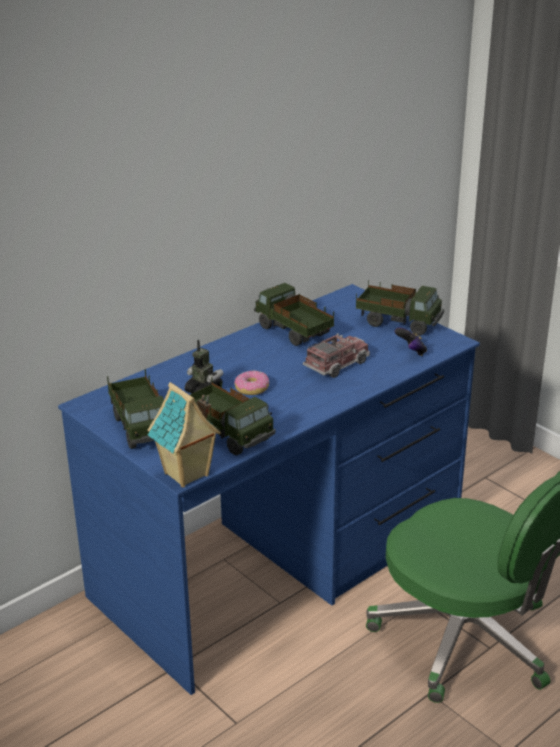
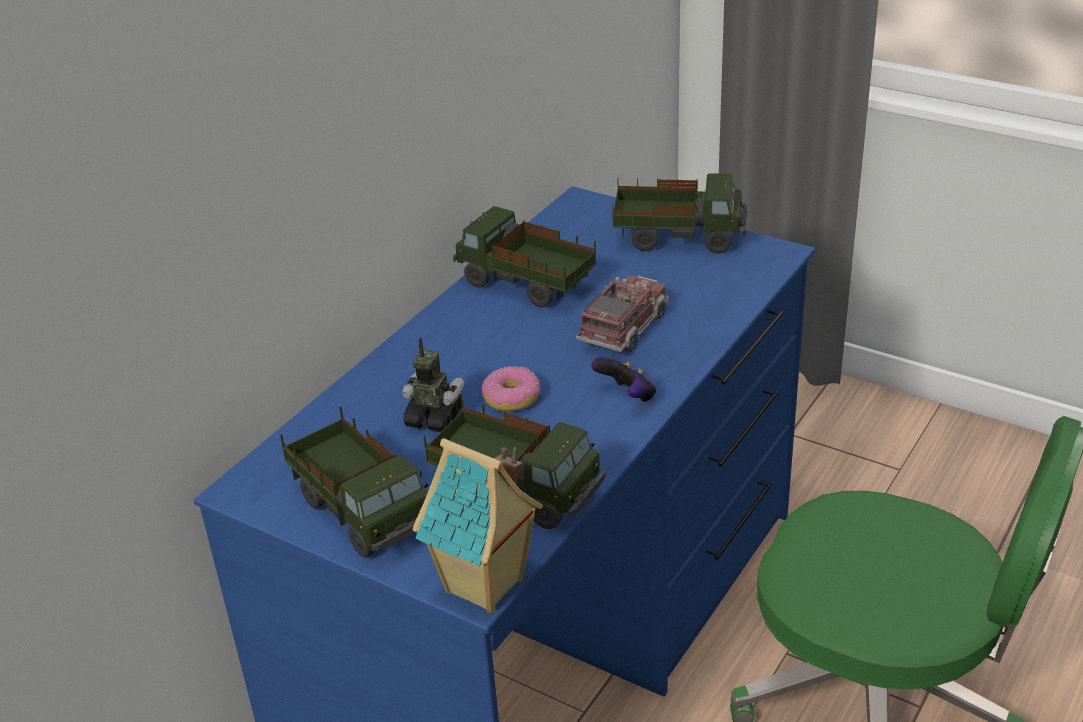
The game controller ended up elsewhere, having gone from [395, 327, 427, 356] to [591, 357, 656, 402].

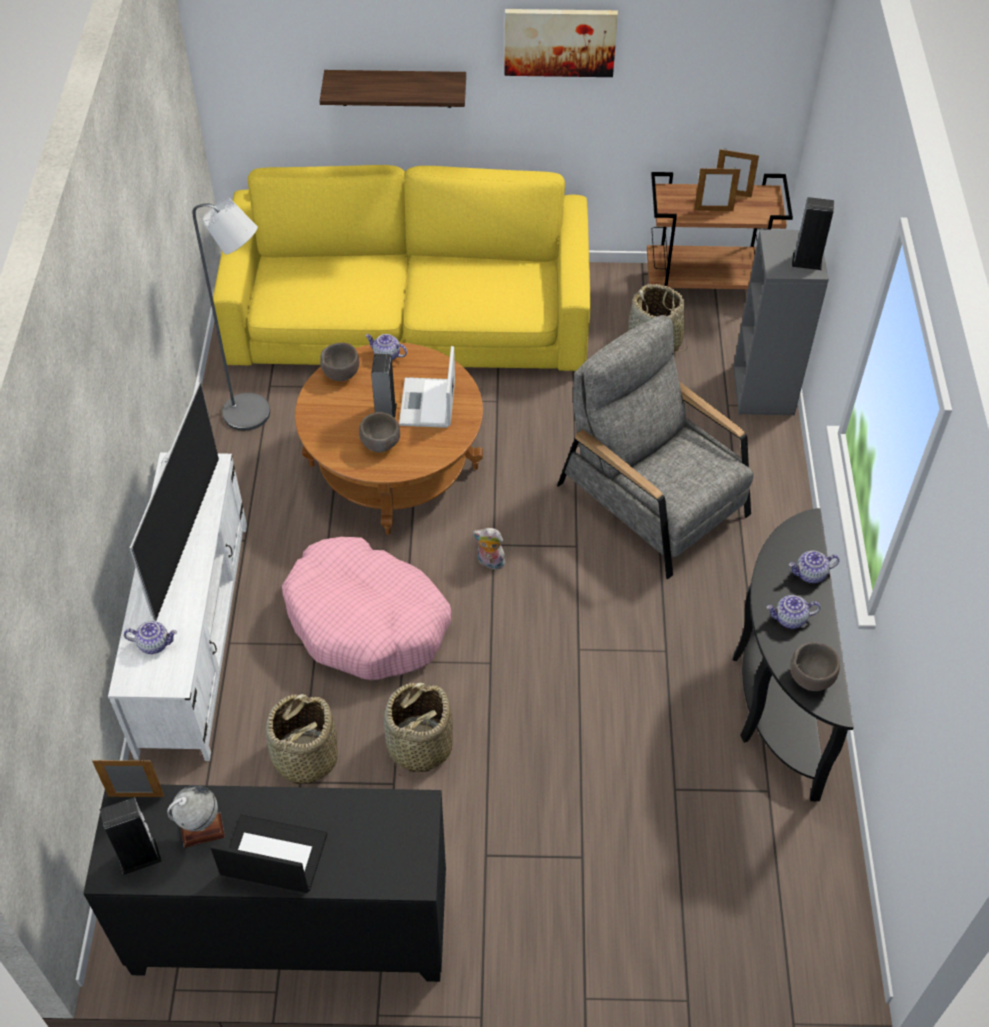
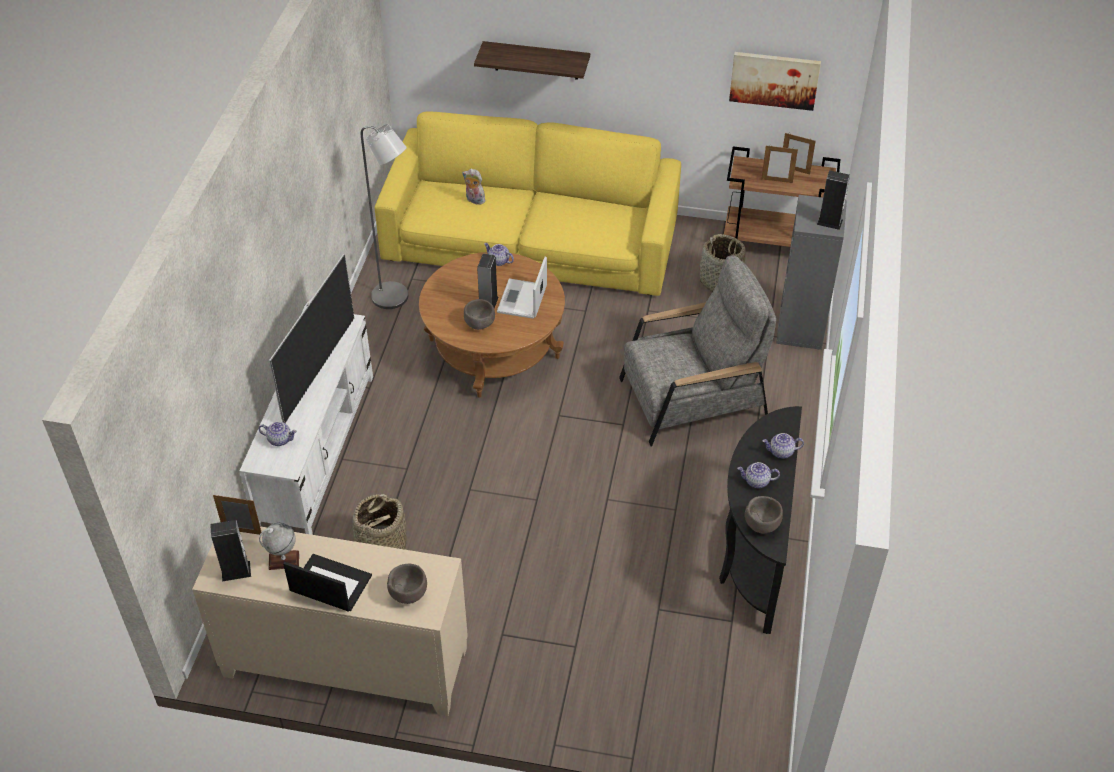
The picture ended up elsewhere, having gone from [504, 9, 618, 77] to [729, 52, 821, 111].
The grey armchair at [557, 315, 754, 580] ended up facing another way, 105 degrees clockwise from before.
The brown bowl ended up elsewhere, having gone from [320, 343, 359, 381] to [387, 564, 427, 604].
The plush toy ended up elsewhere, having gone from [473, 528, 507, 570] to [462, 169, 485, 205].
The second view lost the pink dog bed at [282, 537, 451, 680].
The second view lost the basket at [384, 682, 453, 776].
What was the black cabinet at [83, 785, 446, 982] turned into the beige cabinet at [192, 527, 468, 716].

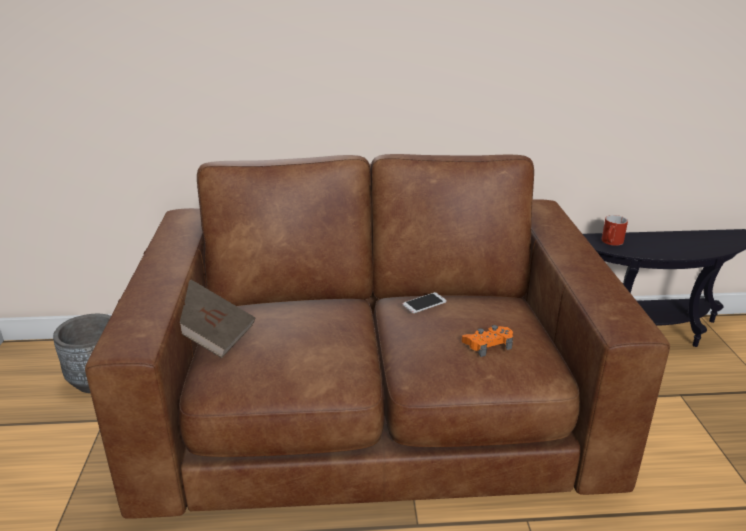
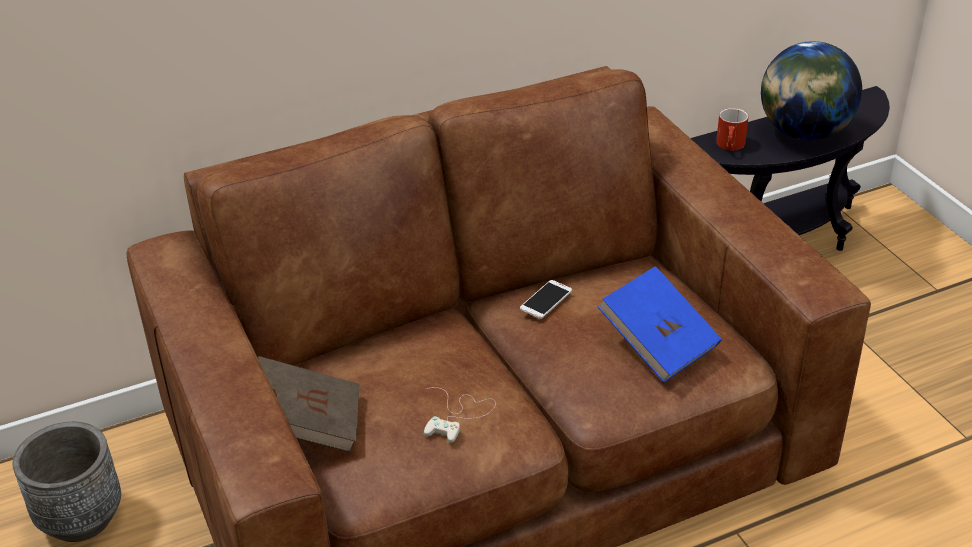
Where the orange game controller stood at [462, 325, 513, 357], the blue book came to stand at [598, 266, 722, 383].
The second view gained the globe at [761, 41, 862, 141].
The second view gained the white game controller at [424, 387, 496, 443].

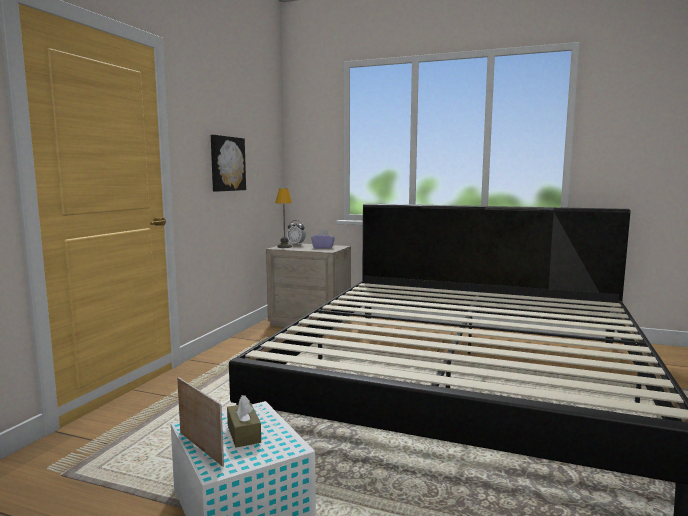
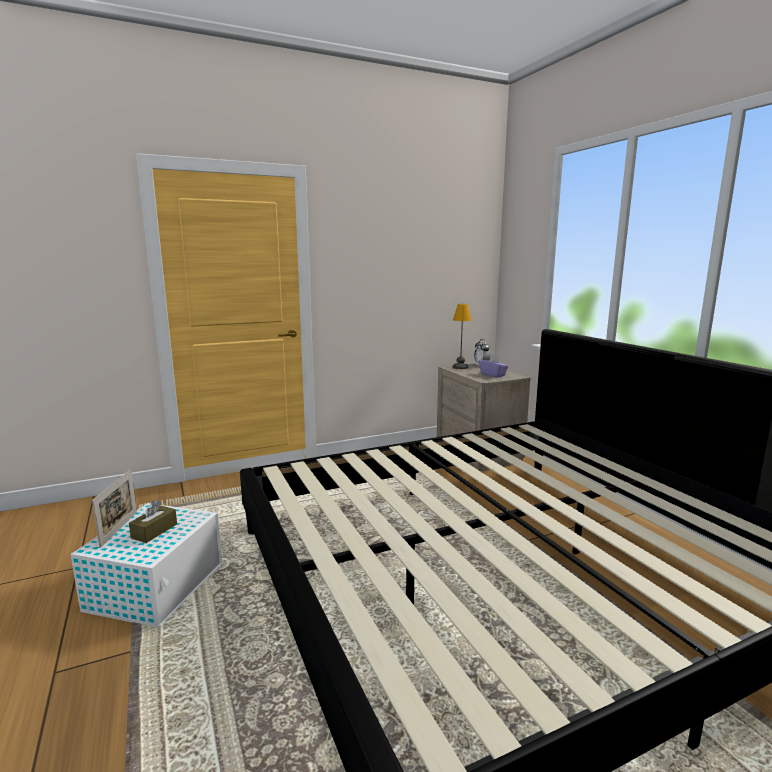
The second view lost the picture at [211, 135, 246, 192].

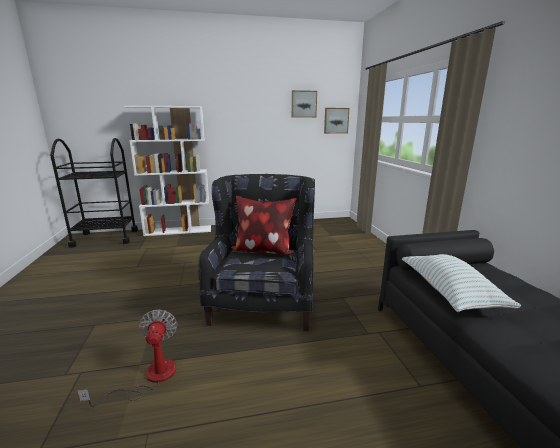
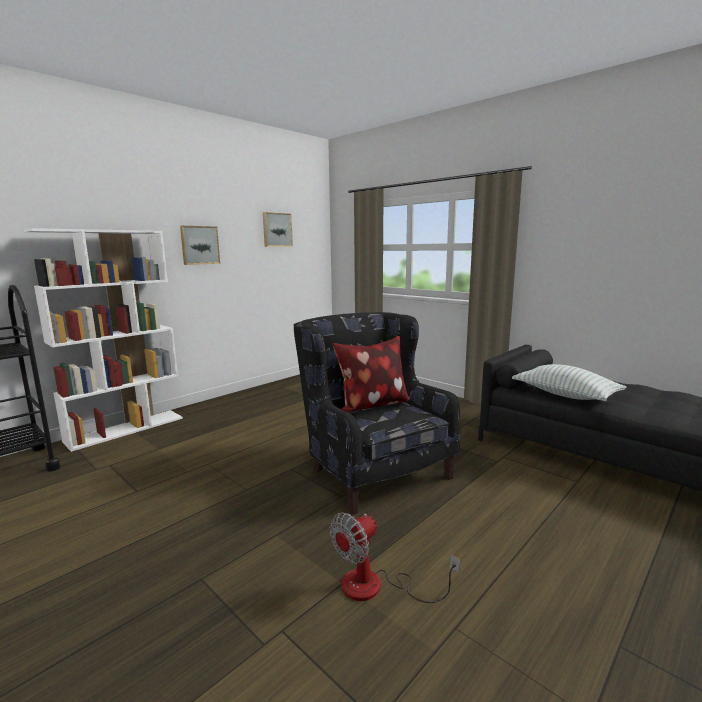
The picture ended up elsewhere, having gone from [324, 108, 350, 134] to [180, 226, 220, 265].
The fan at [78, 309, 177, 407] ended up facing another way, 90 degrees counterclockwise from before.

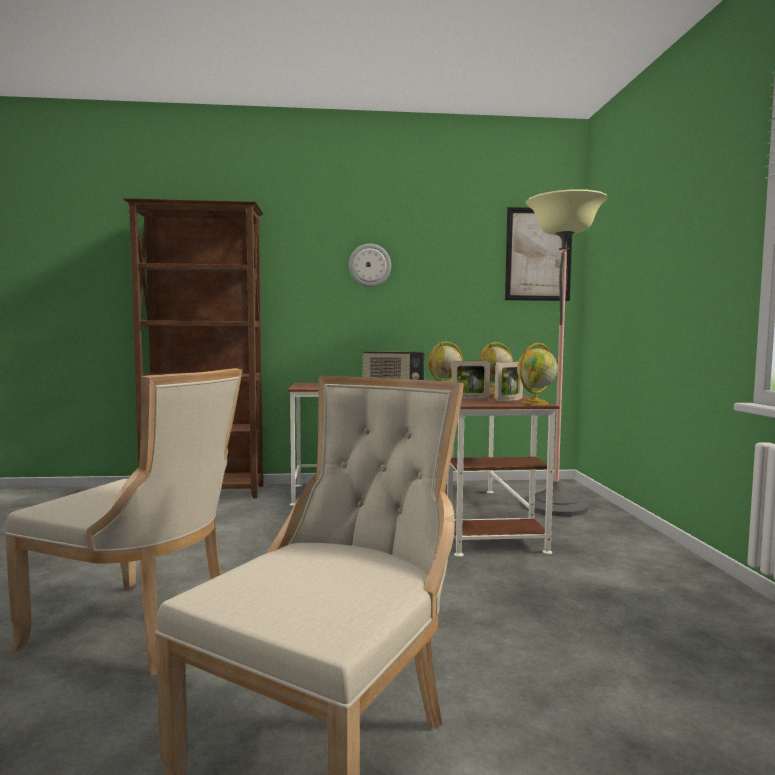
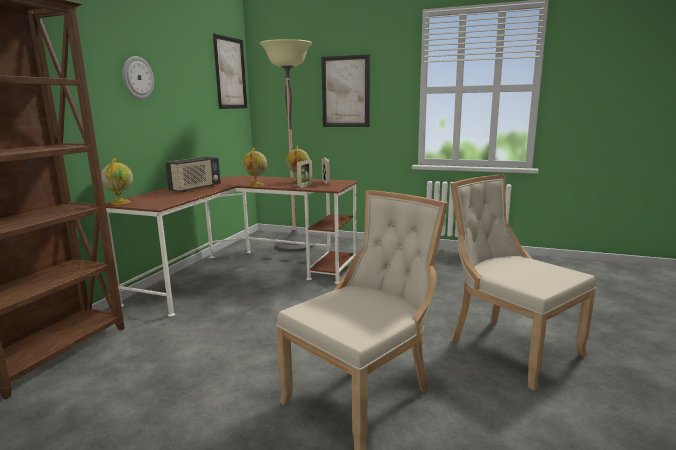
The globe ended up elsewhere, having gone from [517, 343, 558, 405] to [101, 158, 133, 205].
The second view gained the picture at [321, 54, 370, 127].

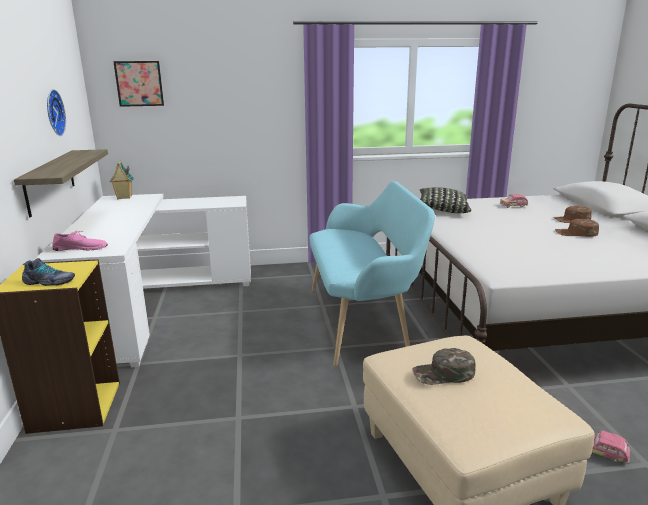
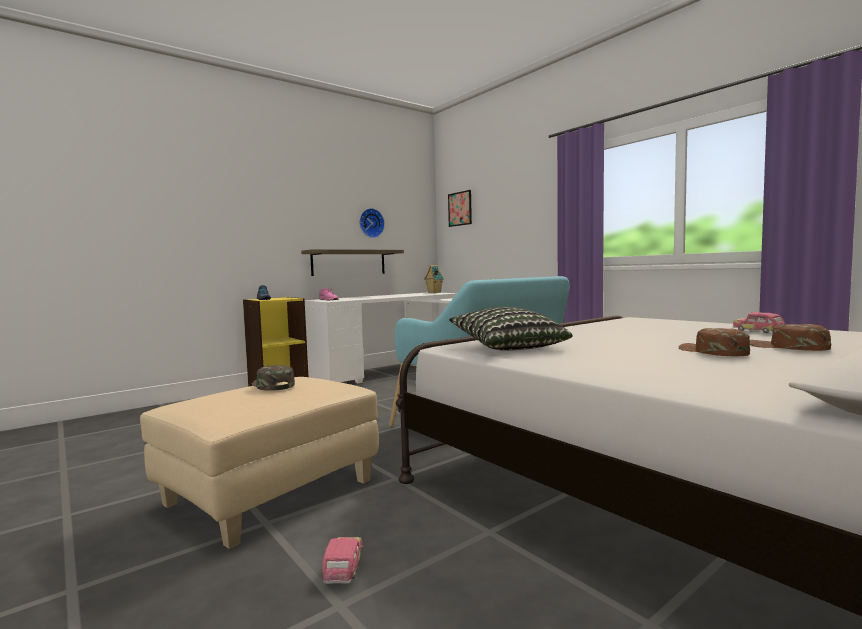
The pillow ended up elsewhere, having gone from [420, 187, 471, 213] to [449, 307, 572, 351].

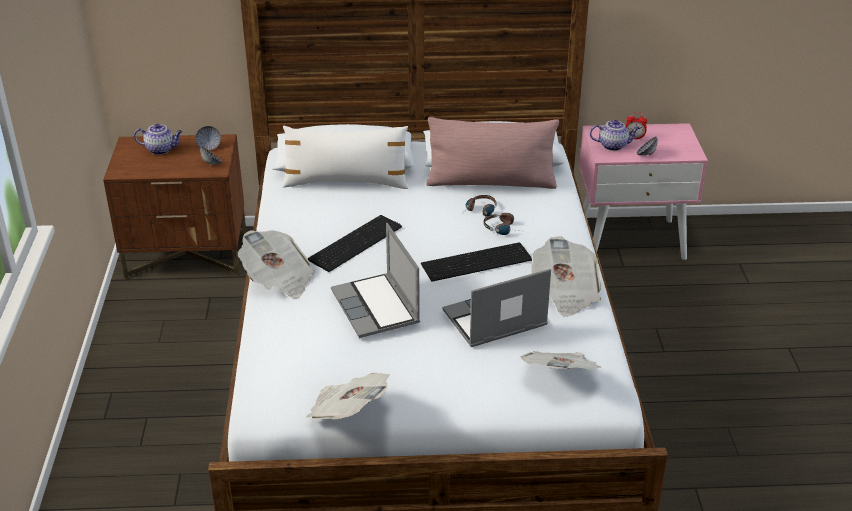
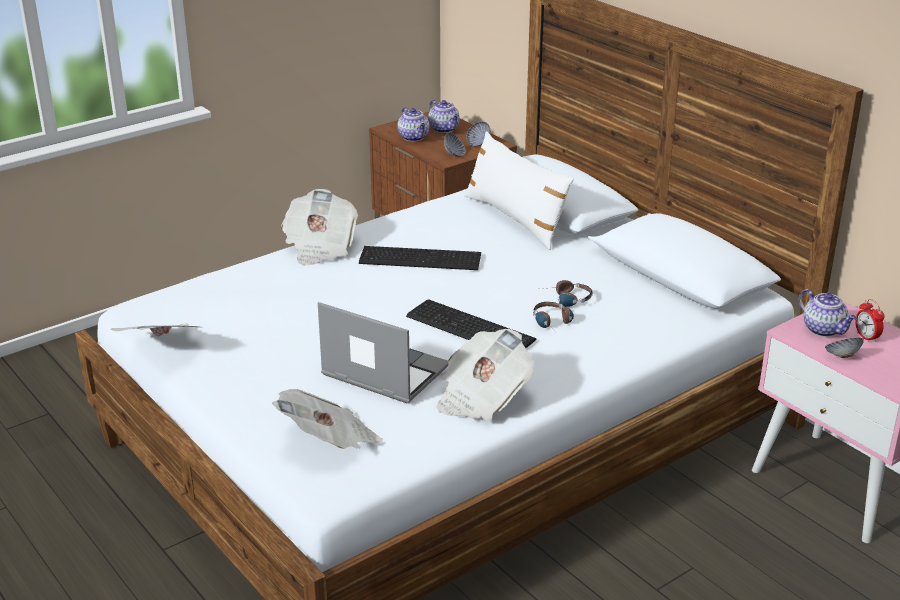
The second view lost the pink pillow at [426, 117, 559, 189].
The second view lost the laptop at [331, 223, 420, 338].
The second view gained the teapot at [397, 107, 429, 141].

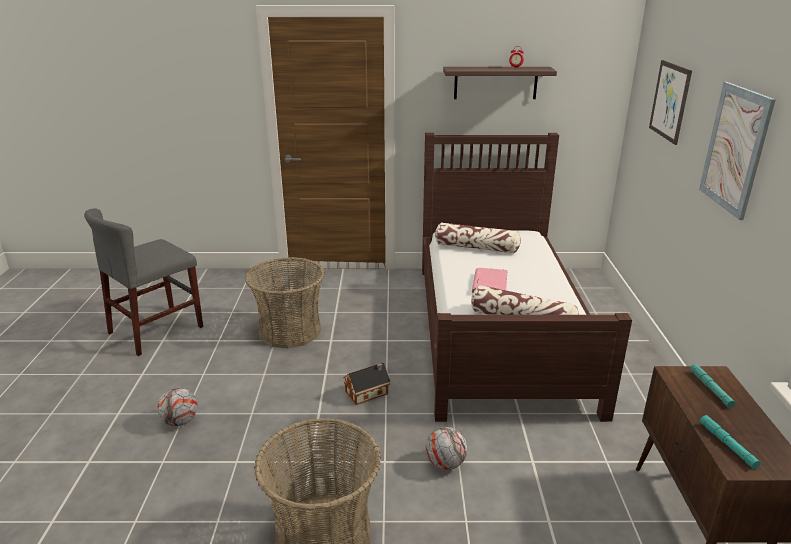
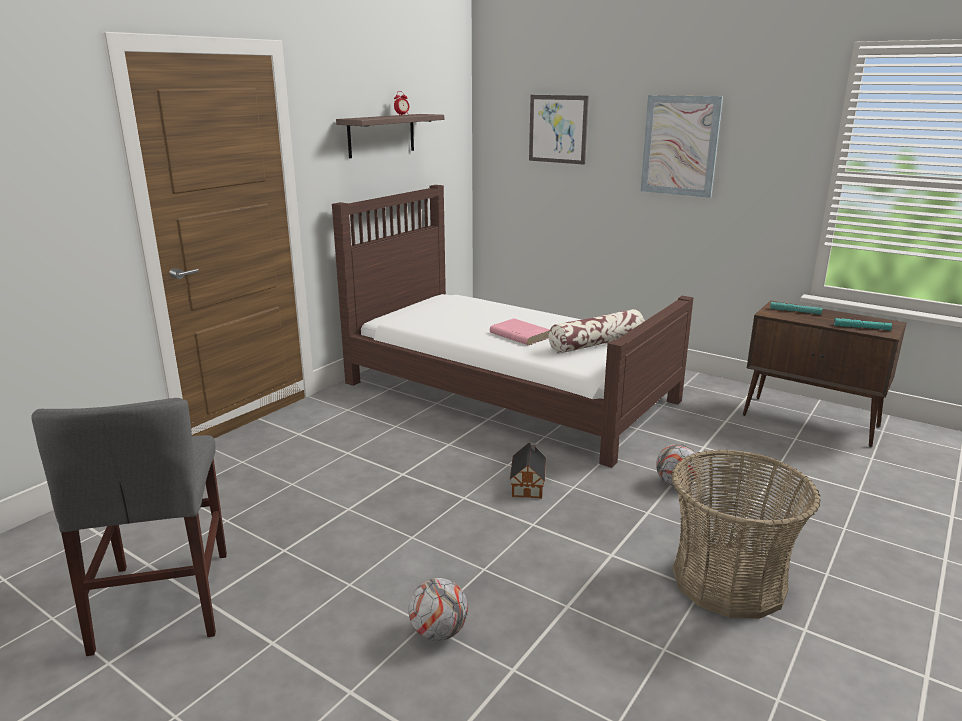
The second view lost the pillow at [435, 222, 521, 253].
The second view lost the basket at [245, 257, 325, 348].

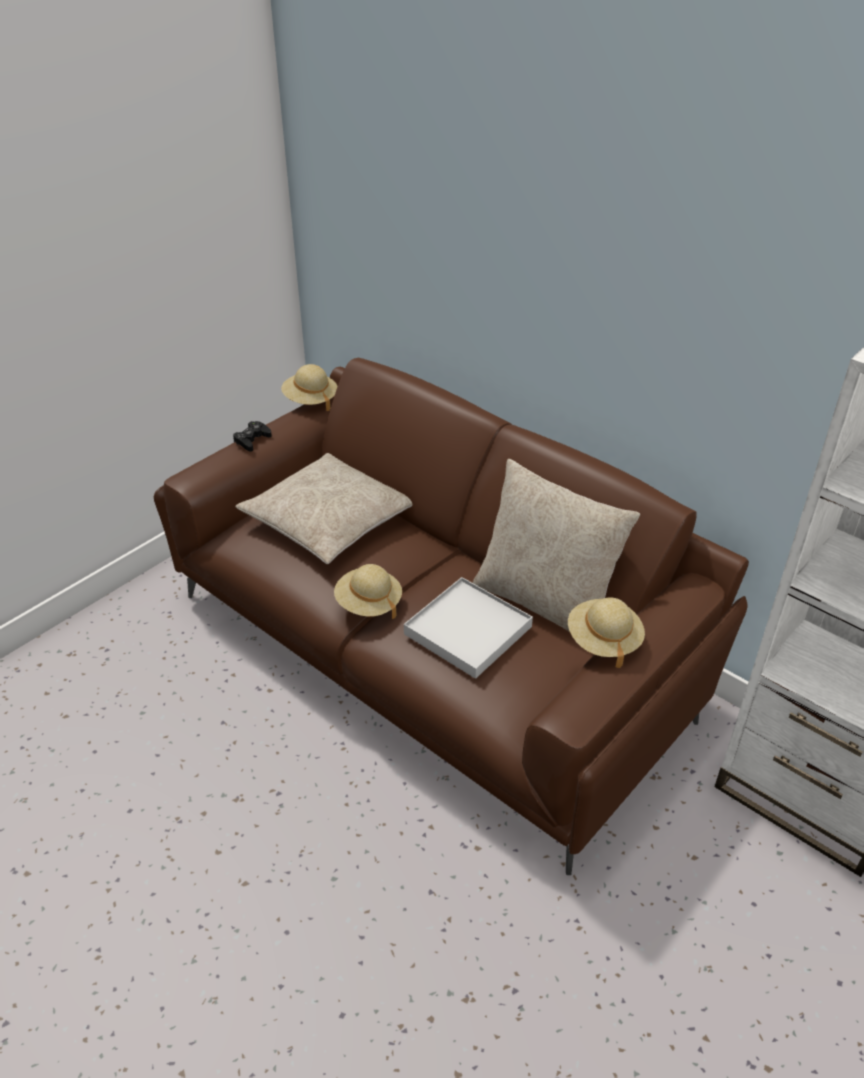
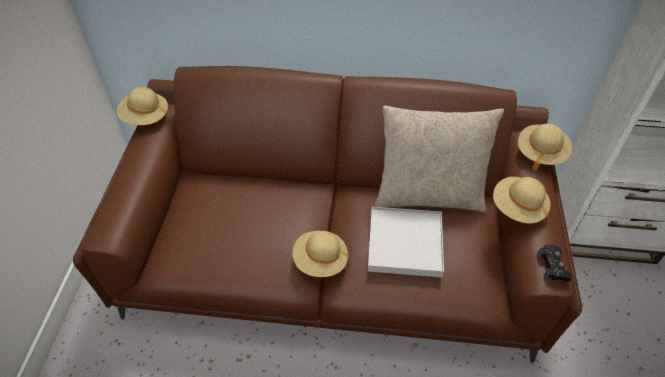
The black game controller ended up elsewhere, having gone from [233, 421, 272, 452] to [536, 245, 572, 282].
The second view lost the beige pillow at [236, 453, 412, 564].
The second view gained the beige hat at [518, 124, 572, 171].

